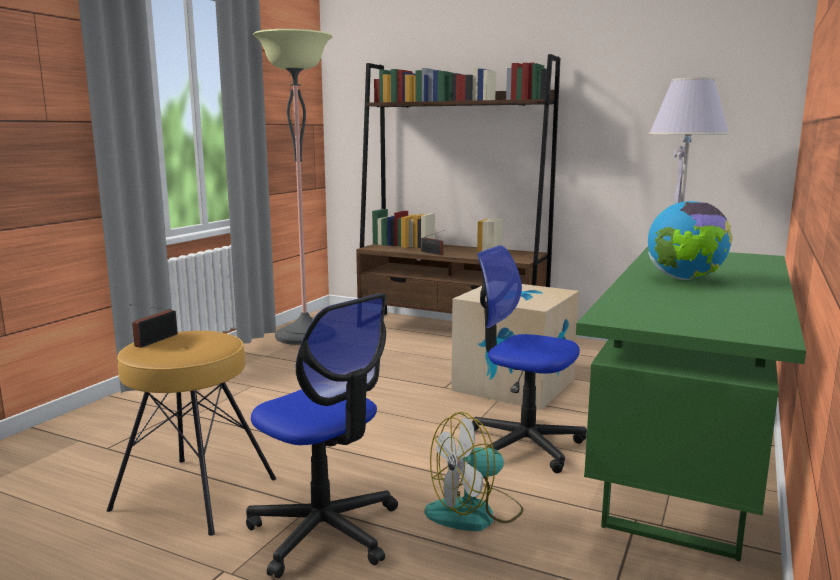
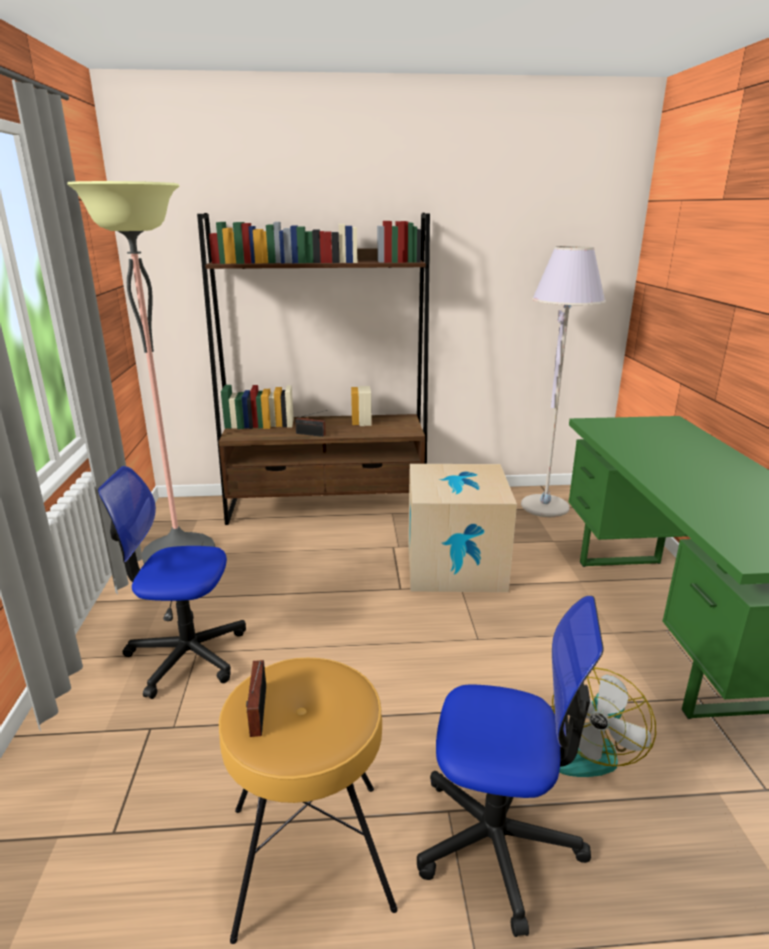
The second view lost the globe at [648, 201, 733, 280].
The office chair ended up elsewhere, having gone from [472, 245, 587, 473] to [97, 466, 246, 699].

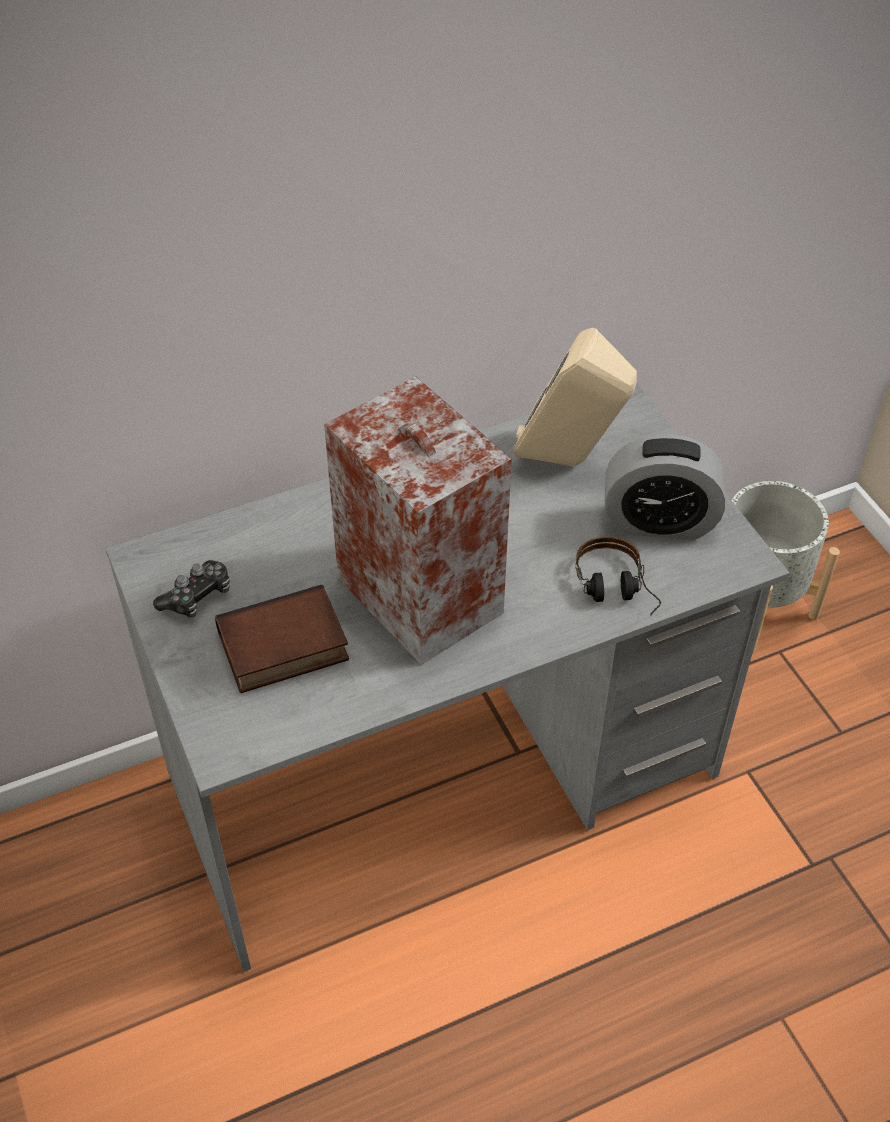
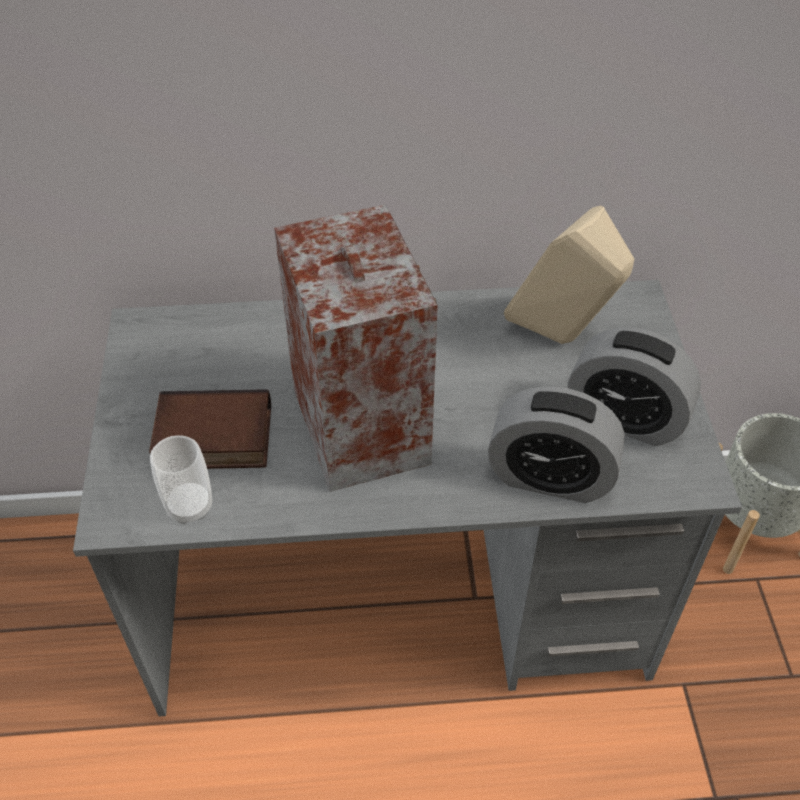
Where the headphones stood at [575, 537, 661, 616], the alarm clock came to stand at [488, 386, 625, 503].
The second view lost the game controller at [153, 560, 230, 618].
The second view gained the cup at [150, 435, 212, 524].

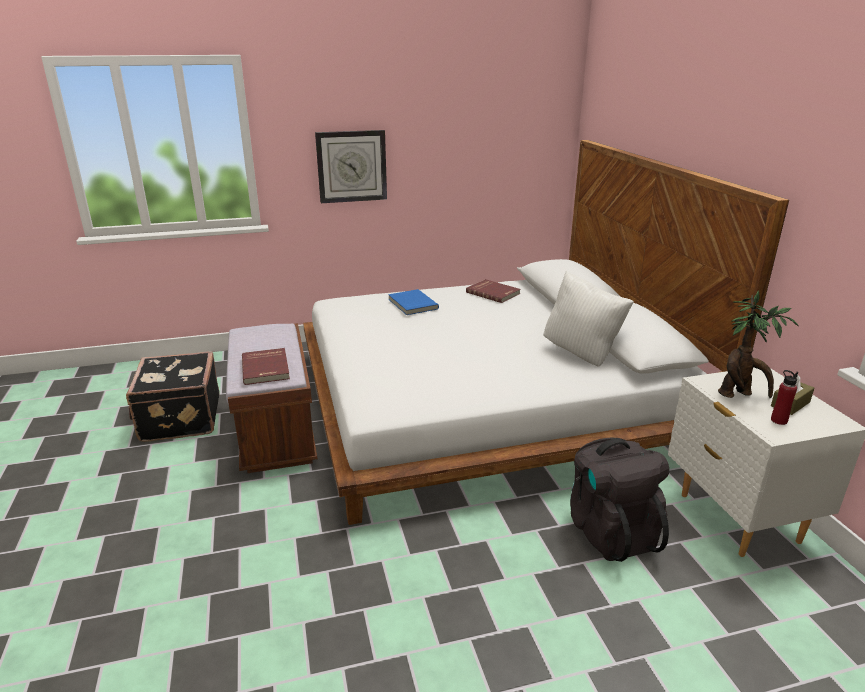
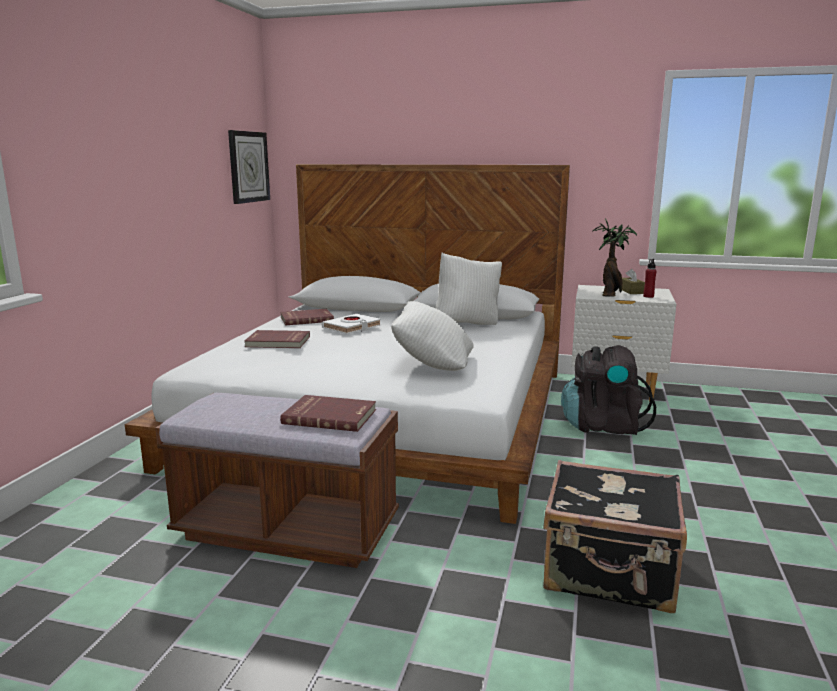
The wall clock ended up elsewhere, having gone from [315, 130, 387, 203] to [228, 130, 270, 204].
What was the blue book at [388, 289, 439, 315] turned into the red book at [244, 330, 310, 348].
The black suitcase ended up elsewhere, having gone from [126, 351, 220, 442] to [543, 460, 687, 613].
The second view gained the white pillow at [391, 301, 474, 371].
The second view gained the white book at [322, 314, 381, 334].

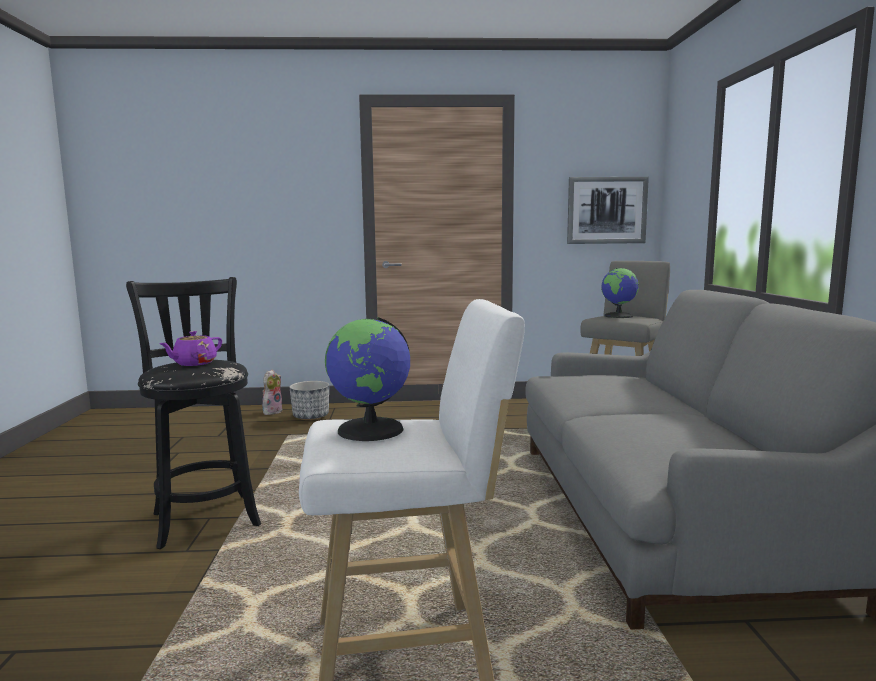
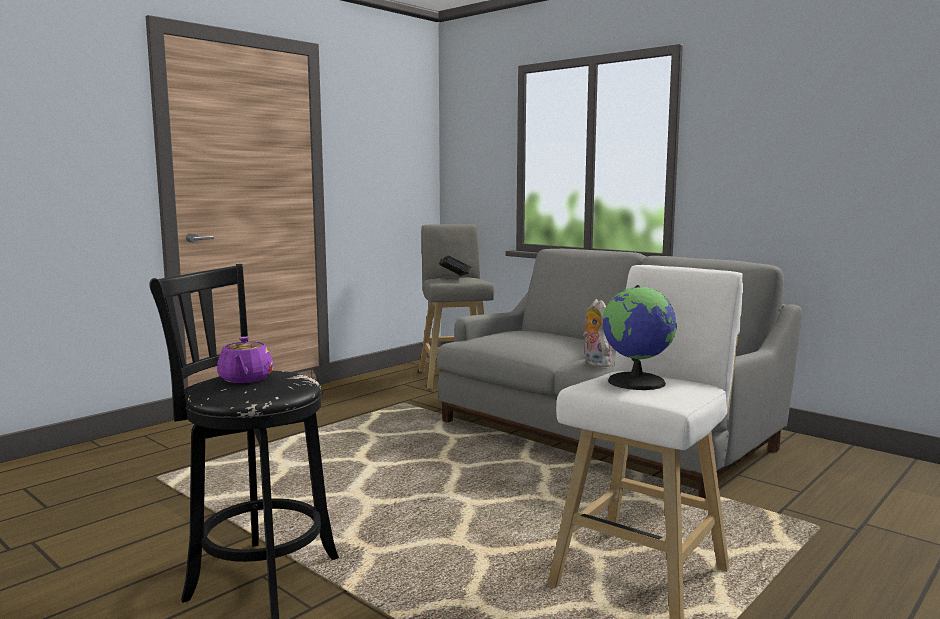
The second view lost the picture at [567, 177, 649, 244].
Where the globe stood at [601, 268, 639, 318], the book came to stand at [439, 256, 472, 276].
The plush toy ended up elsewhere, having gone from [262, 370, 282, 415] to [583, 299, 612, 367].
The second view lost the planter at [289, 381, 329, 420].

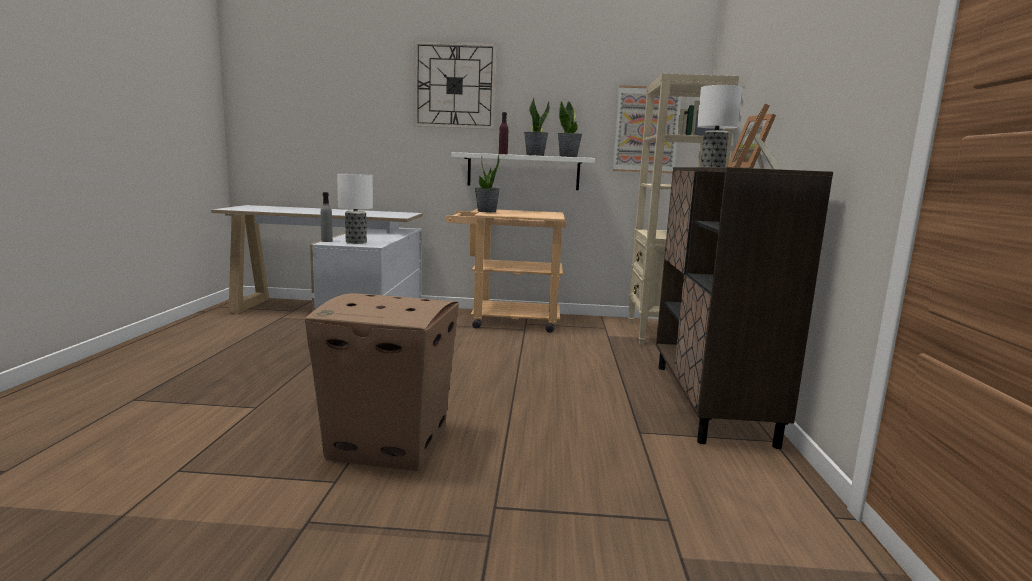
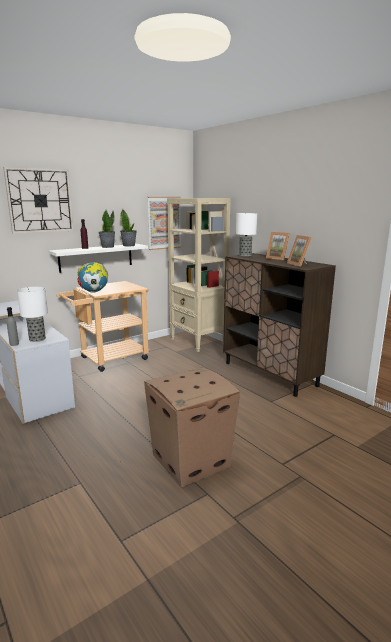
Where the potted plant stood at [475, 155, 500, 212], the globe came to stand at [77, 262, 108, 292].

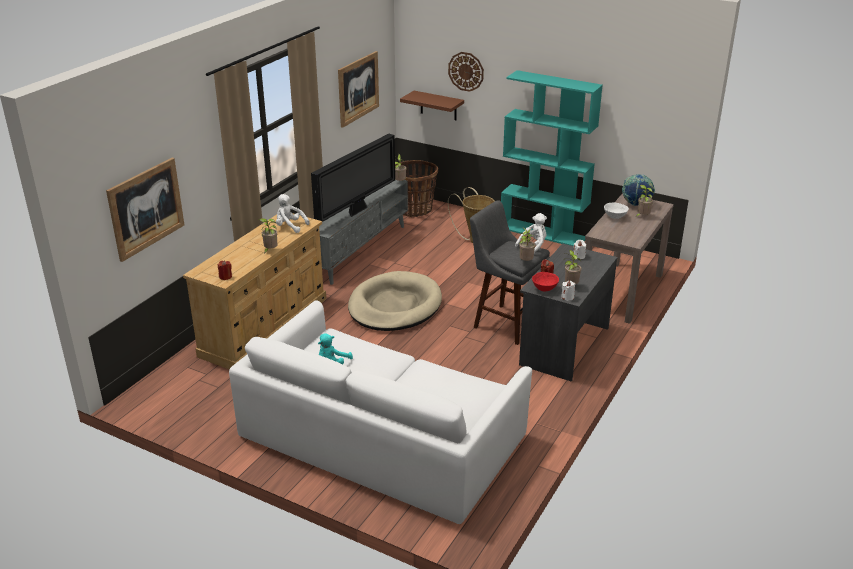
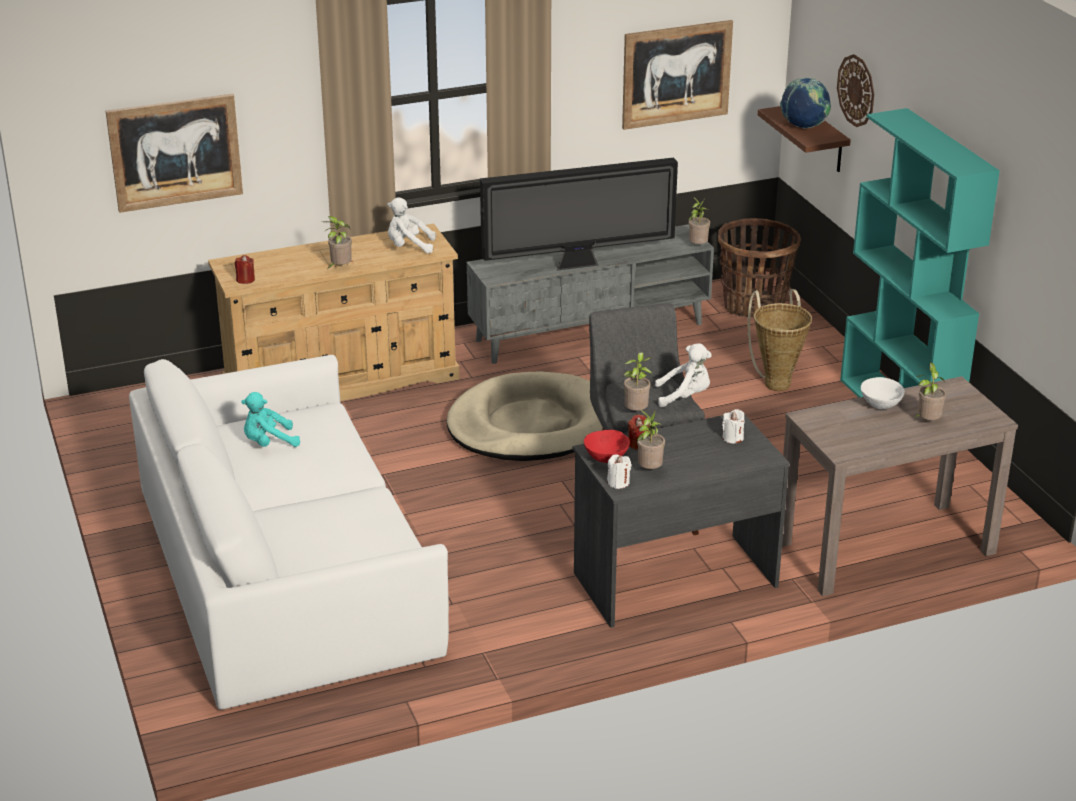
The globe ended up elsewhere, having gone from [622, 174, 655, 206] to [780, 78, 831, 129].
The white plush toy at [276, 194, 310, 233] ended up facing another way, 60 degrees counterclockwise from before.

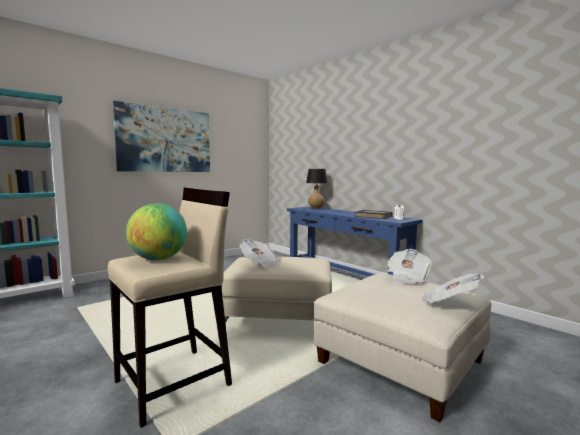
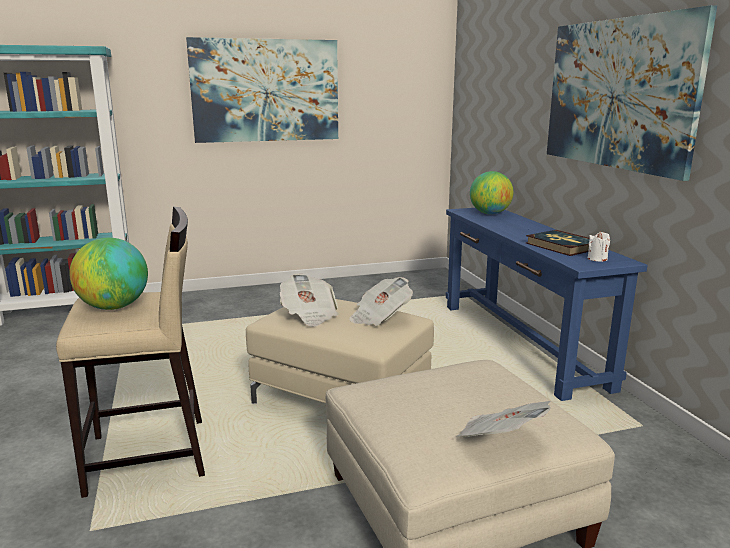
Where the table lamp stood at [301, 169, 328, 210], the globe came to stand at [470, 171, 513, 214].
The newspaper ended up elsewhere, having gone from [387, 249, 432, 284] to [349, 277, 413, 326].
The second view gained the picture at [547, 5, 717, 181].

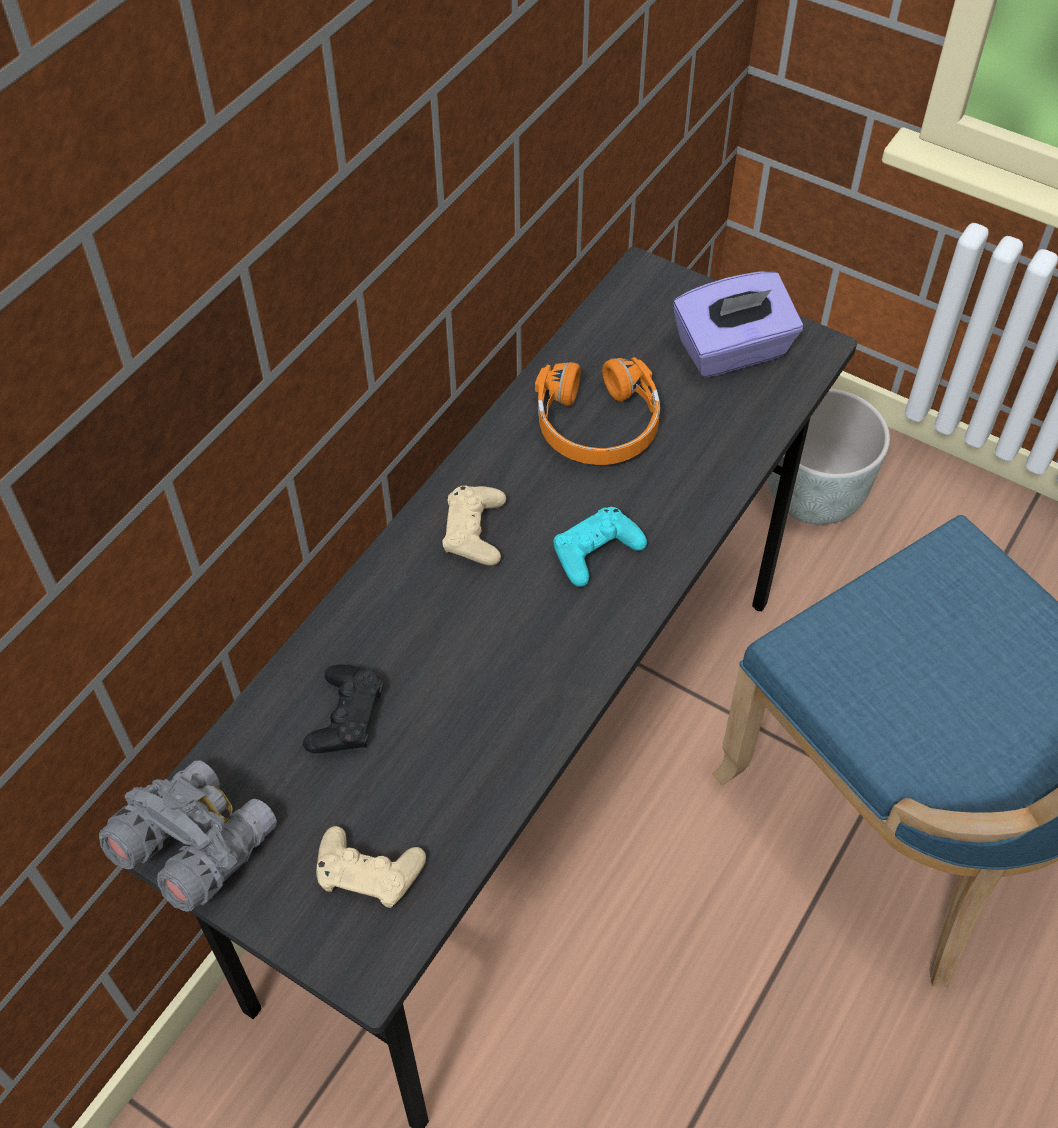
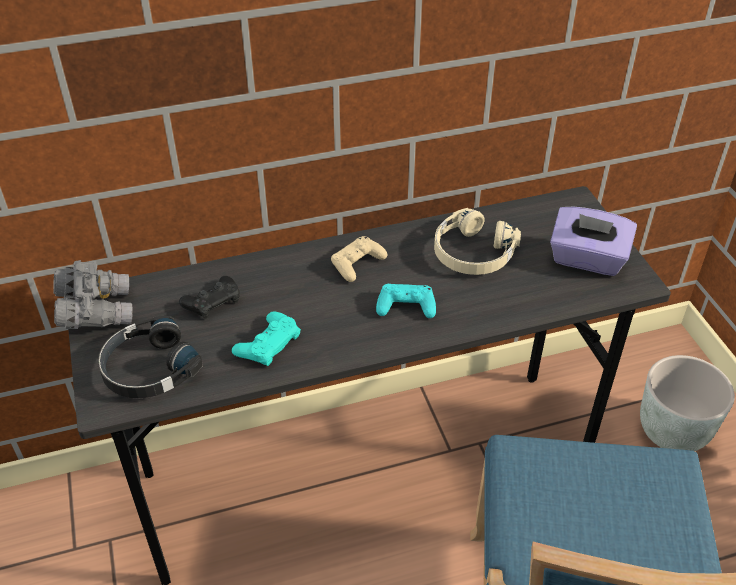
What was the orange headphones at [535, 357, 660, 465] turned into the beige headphones at [434, 208, 521, 275].
Where the beige game controller stood at [316, 826, 426, 908], the black headphones came to stand at [98, 316, 202, 398].
The second view gained the turquoise game controller at [232, 311, 301, 366].

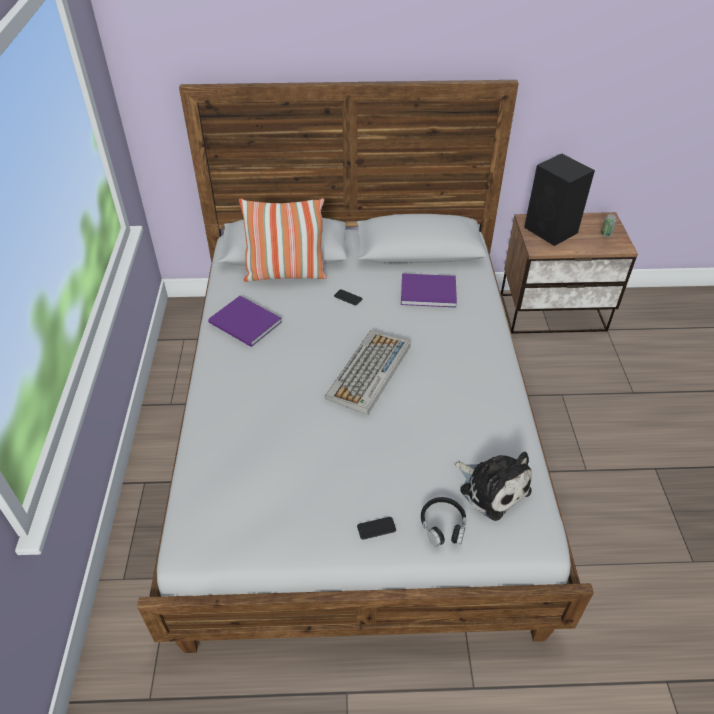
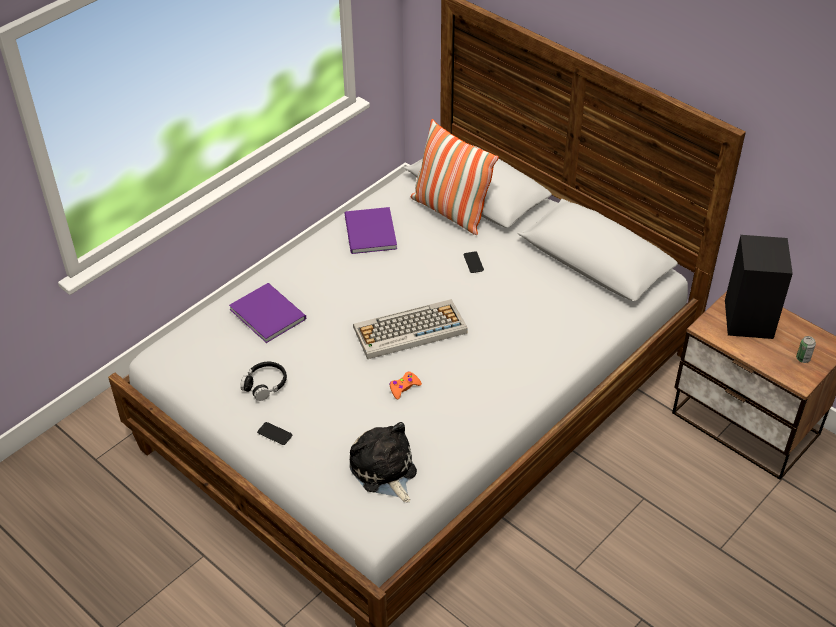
The purple book ended up elsewhere, having gone from [401, 273, 457, 308] to [229, 283, 306, 343].
The plush toy at [454, 452, 532, 521] ended up facing another way, 150 degrees clockwise from before.
The black headphones ended up elsewhere, having gone from [421, 497, 466, 547] to [240, 362, 287, 401].
The second view gained the orange game controller at [389, 371, 422, 399].

